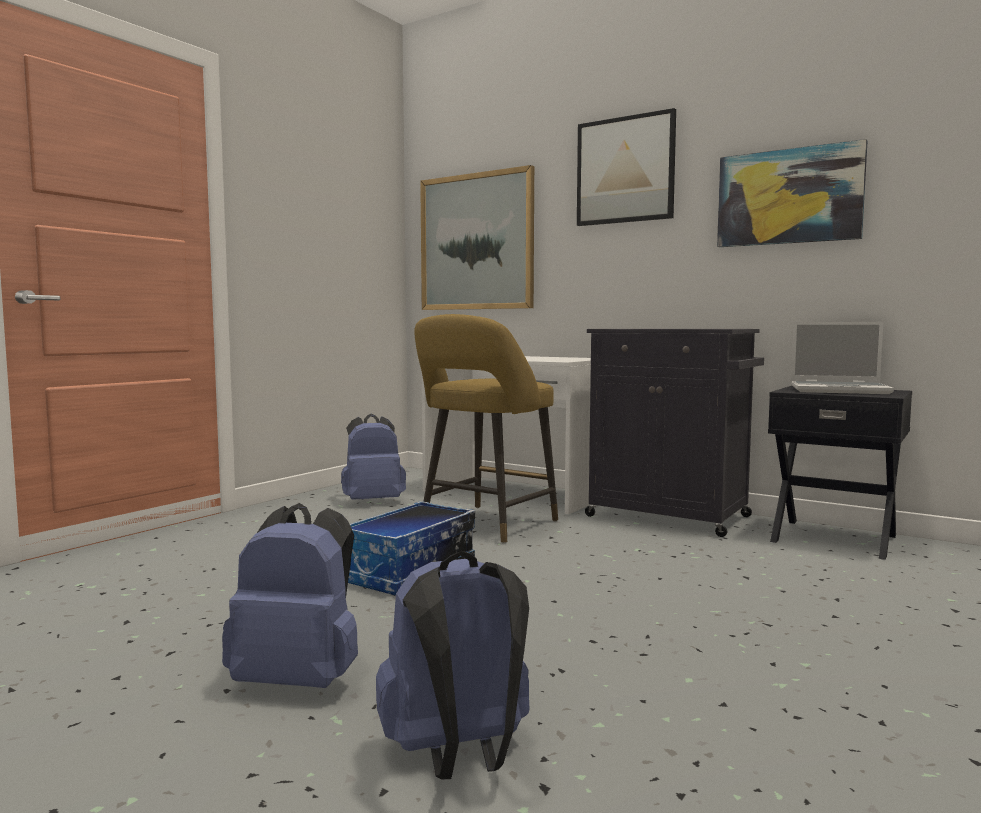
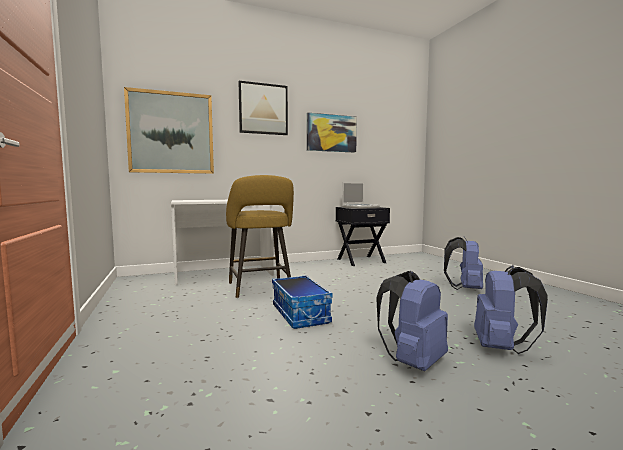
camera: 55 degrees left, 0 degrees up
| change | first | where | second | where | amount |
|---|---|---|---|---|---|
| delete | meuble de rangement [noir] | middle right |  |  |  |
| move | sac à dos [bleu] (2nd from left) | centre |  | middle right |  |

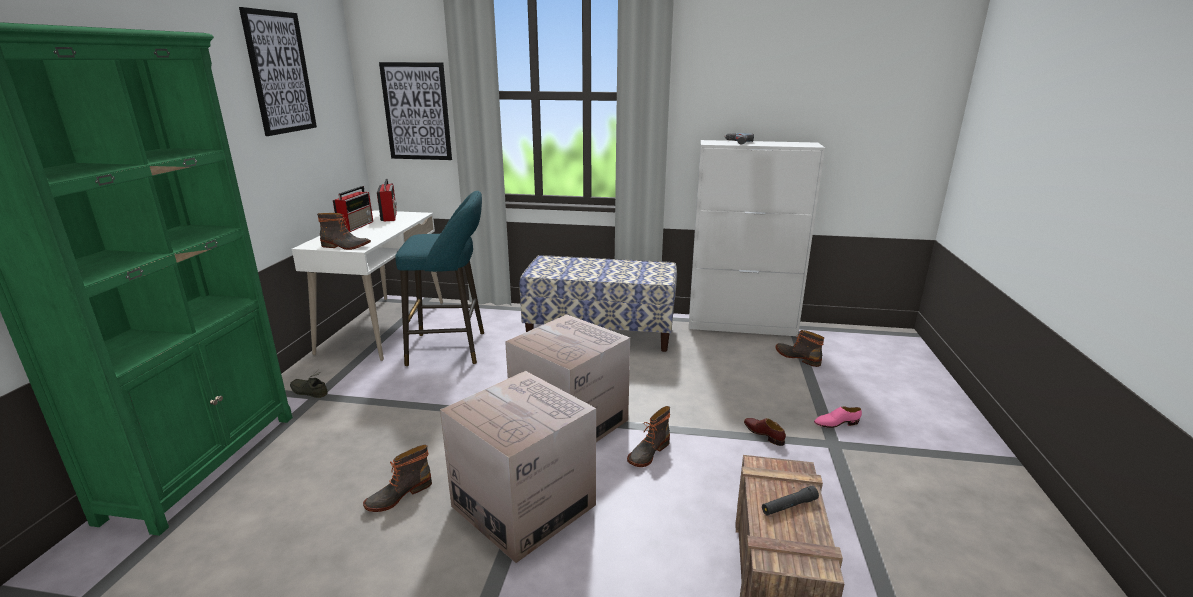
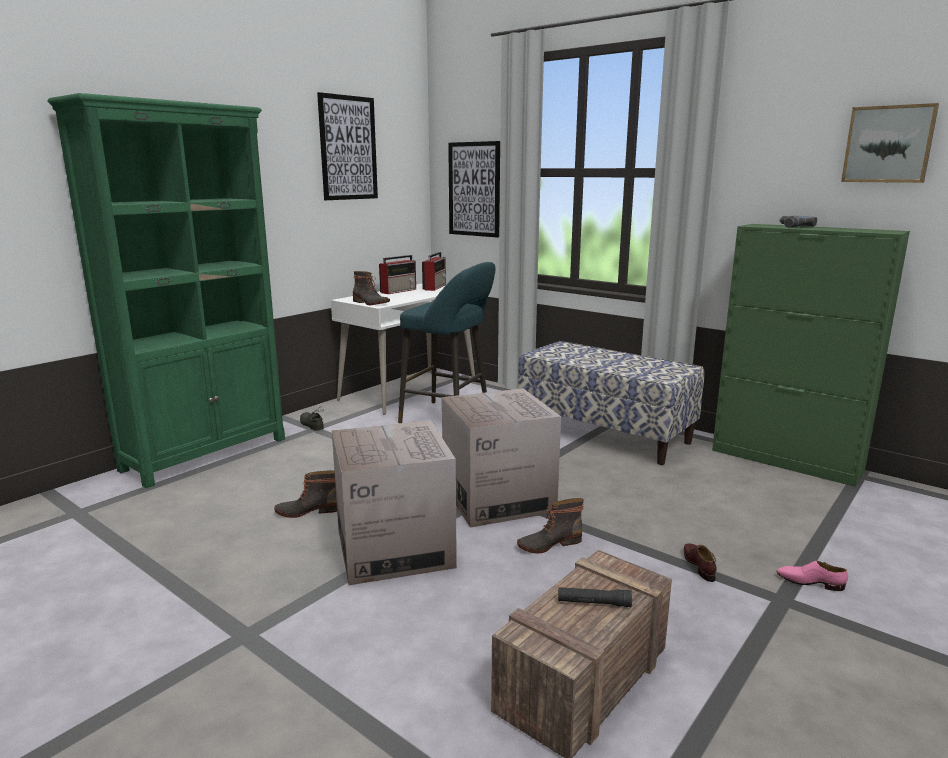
camera: 30 degrees right, 5 degrees down
| change | first | where | second | where | amount |
|---|---|---|---|---|---|
| delete | botte (4th from left) | middle right |  |  |  |
| insert |  |  | tableau (3rd from left) | top right |  |
| recolor | meuble de rangement [blanc] | centre | meuble de rangement [vert] | middle right |  |

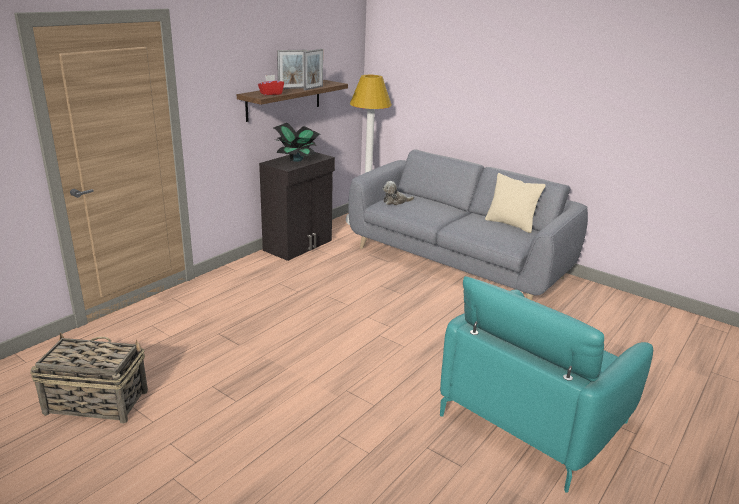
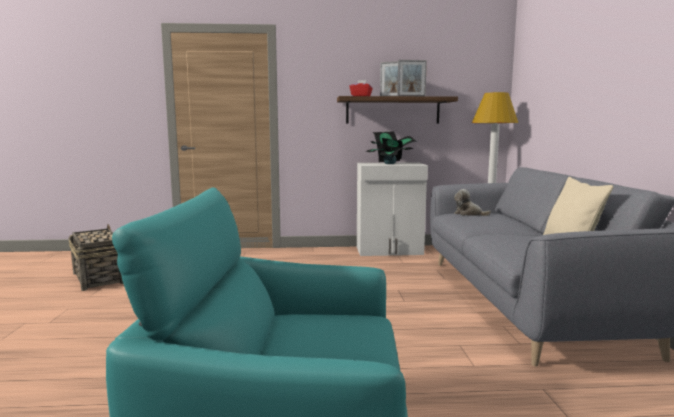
camera: 50 degrees right, 15 degrees down
| change | first | where | second | where | amount |
|---|---|---|---|---|---|
| recolor | meuble de rangement [noir] | centre | meuble de rangement [blanc] | centre |  |

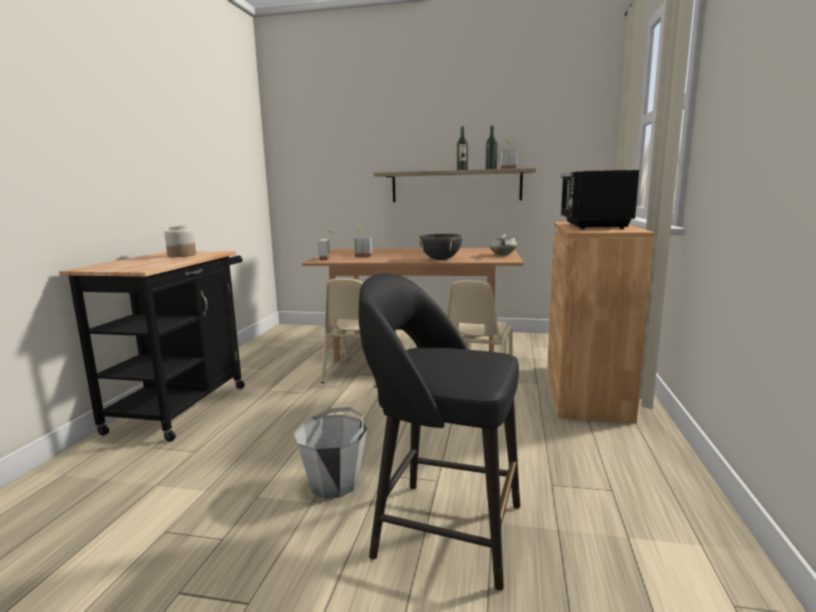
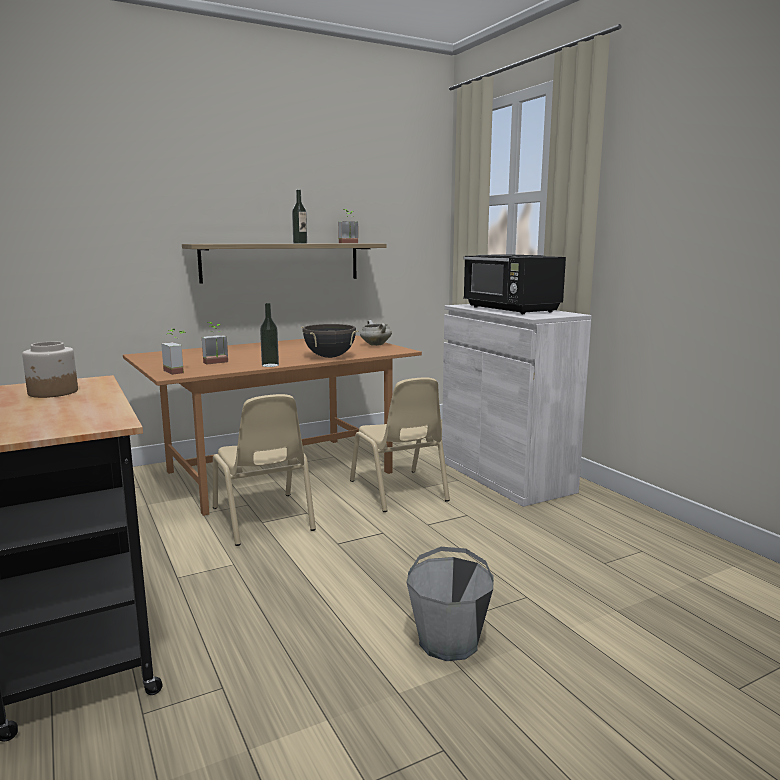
camera: 40 degrees left, 0 degrees up
| change | first | where | second | where | amount |
|---|---|---|---|---|---|
| delete | tabouret [noir] | bottom centre |  |  |  |
| move | bouteille (2nd from left in the first image) | top centre | bouteille (1st from left) | centre |  |
| recolor | meuble de rangement [marron] | middle right | meuble de rangement [blanc] | centre |  |

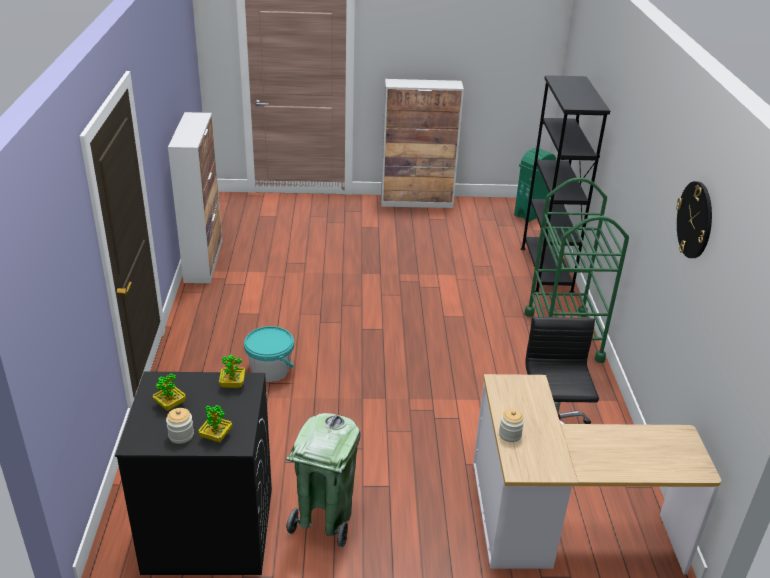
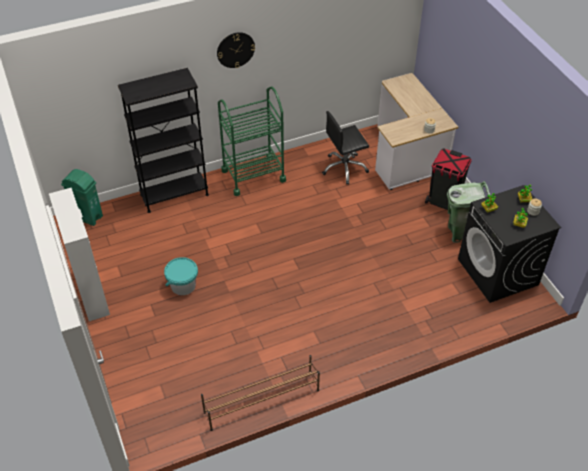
camera: 110 degrees left, 15 degrees up
| change | first | where | second | where | amount |
|---|---|---|---|---|---|
| insert |  |  | poubelle [noir] | middle right |  |
| move | seau [turquoise] | centre |  | middle left |  |
| move | horloge murale | middle right |  | top centre |  |
| replace | meuble de rangement (1st from left) | middle left | étagère à chaussures [marron] | bottom centre |  |

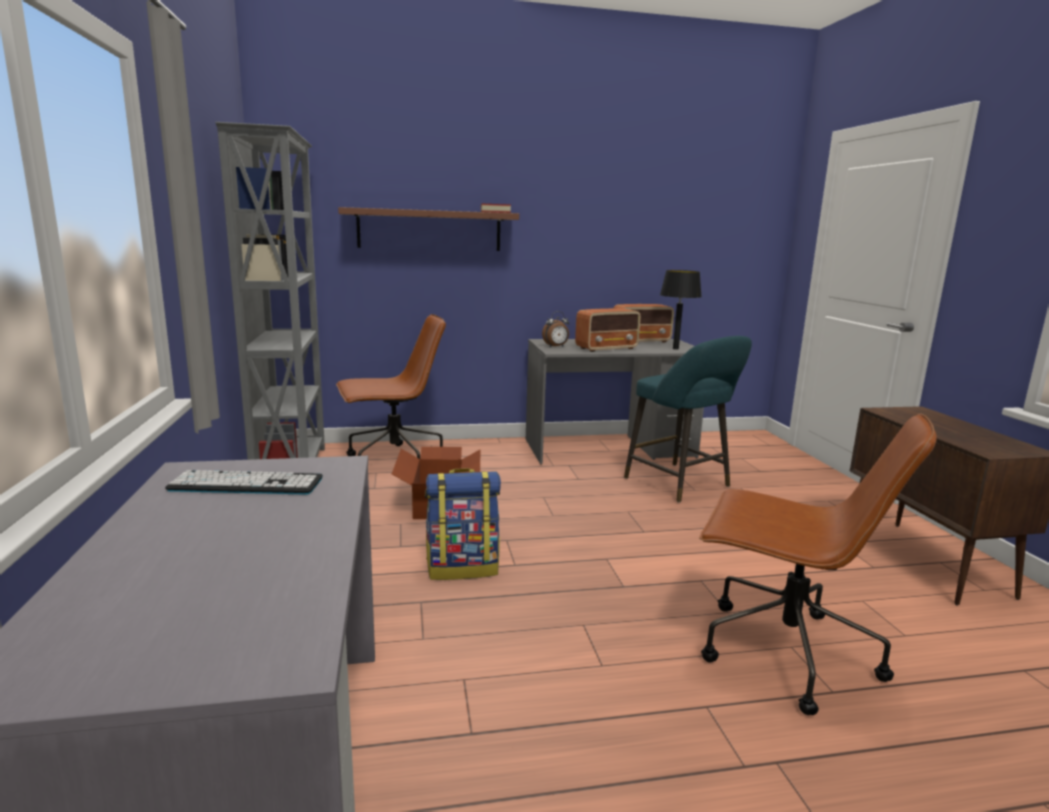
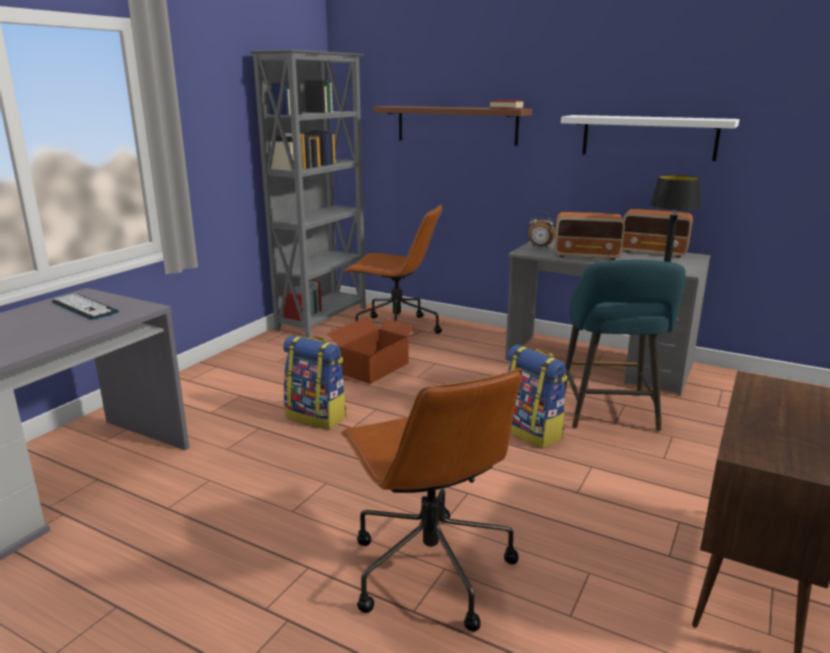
camera: 40 degrees right, 5 degrees up
| change | first | where | second | where | amount |
|---|---|---|---|---|---|
| insert |  |  | sac à dos (2nd from left) | centre |  |
| insert |  |  | étagère [blanc] | top right |  |

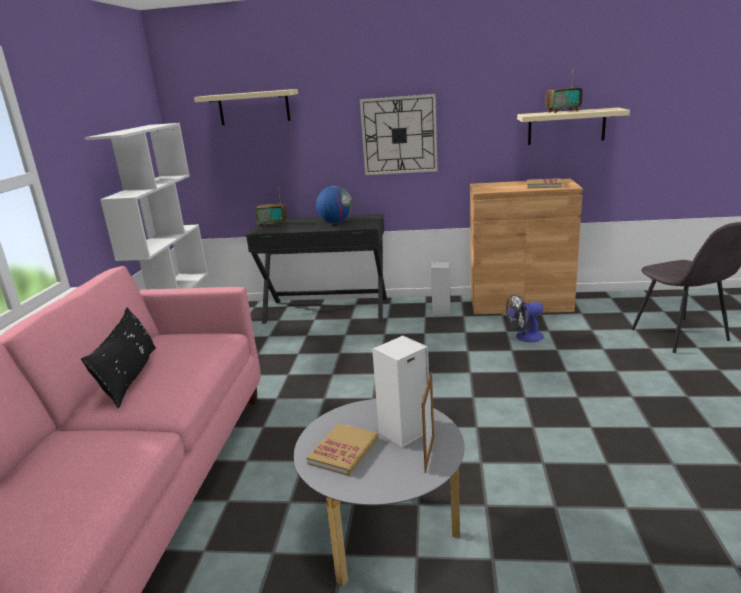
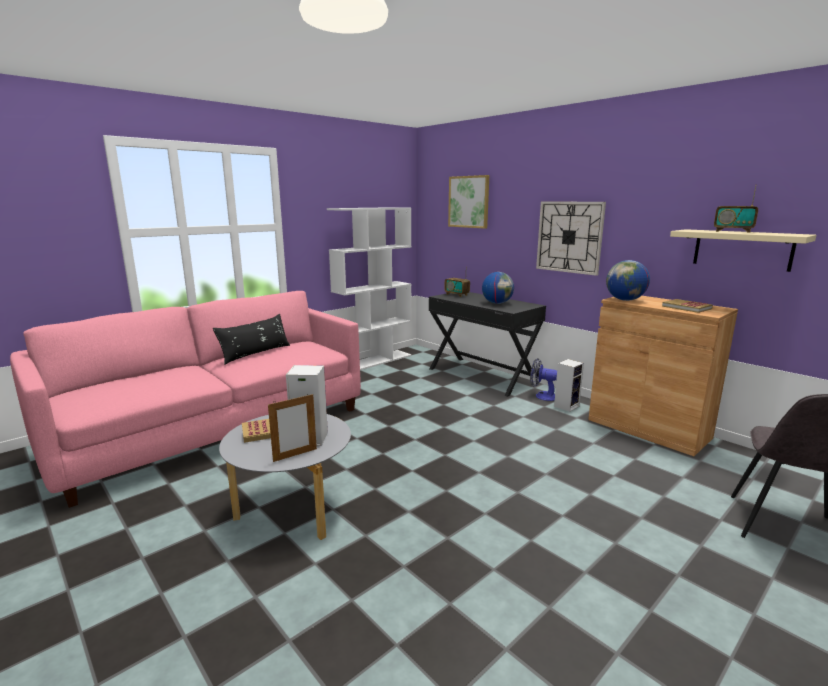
camera: 40 degrees right, 5 degrees down
| change | first | where | second | where | amount |
|---|---|---|---|---|---|
| insert |  |  | globe (2nd from left) | middle right |  |
| move | ventilateur | middle right |  | centre |  |
| replace | étagère [beige] (1st from left) | top left | tableau | top centre |  |

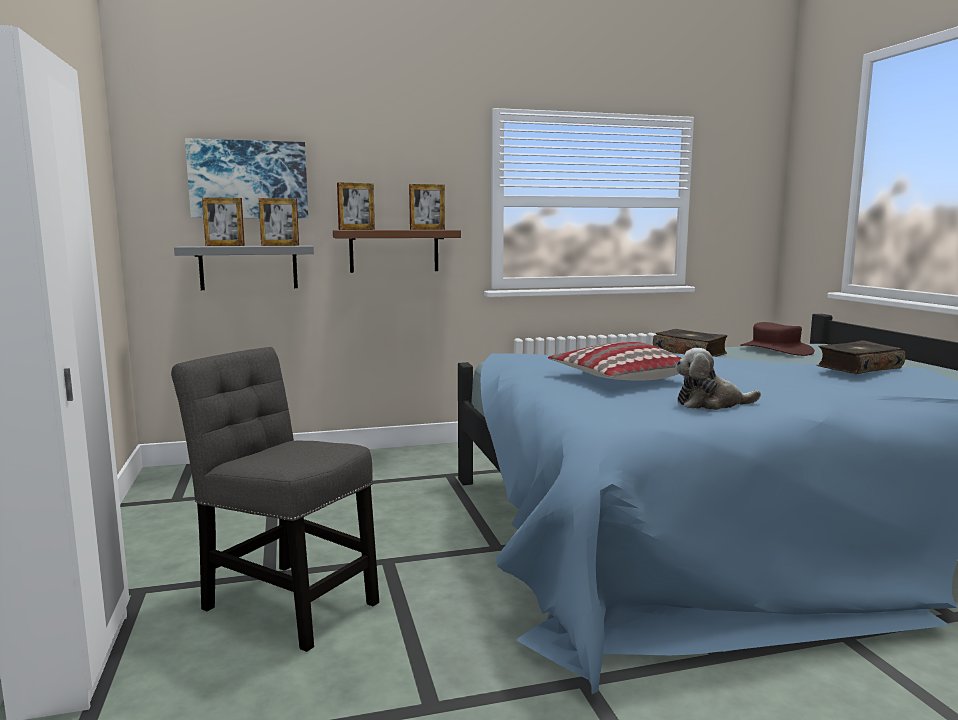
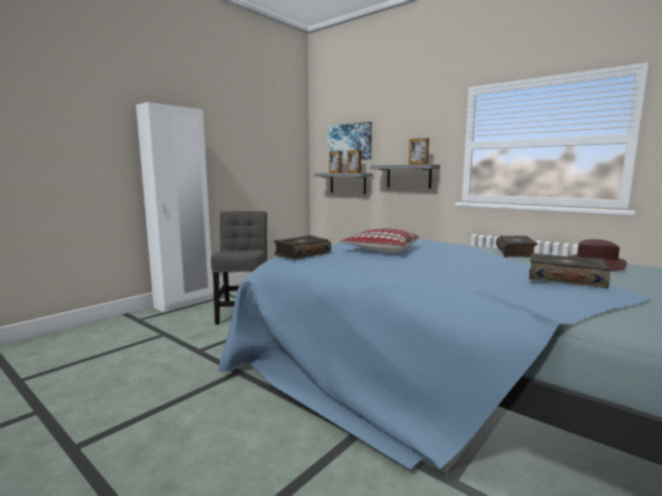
camera: 55 degrees right, 0 degrees up
| change | first | where | second | where | amount |
|---|---|---|---|---|---|
| delete | cadre photo (3rd from left) | top centre |  |  |  |
| delete | peluche | middle right |  |  |  |
| insert |  |  | livre (1st from left) | centre |  |
| recolor | étagère [marron] | centre | étagère [gris] (2nd from left) | centre |  |

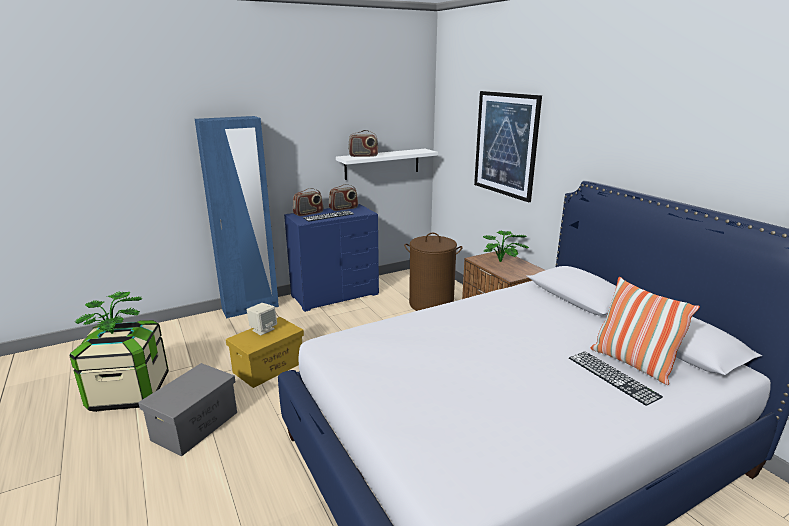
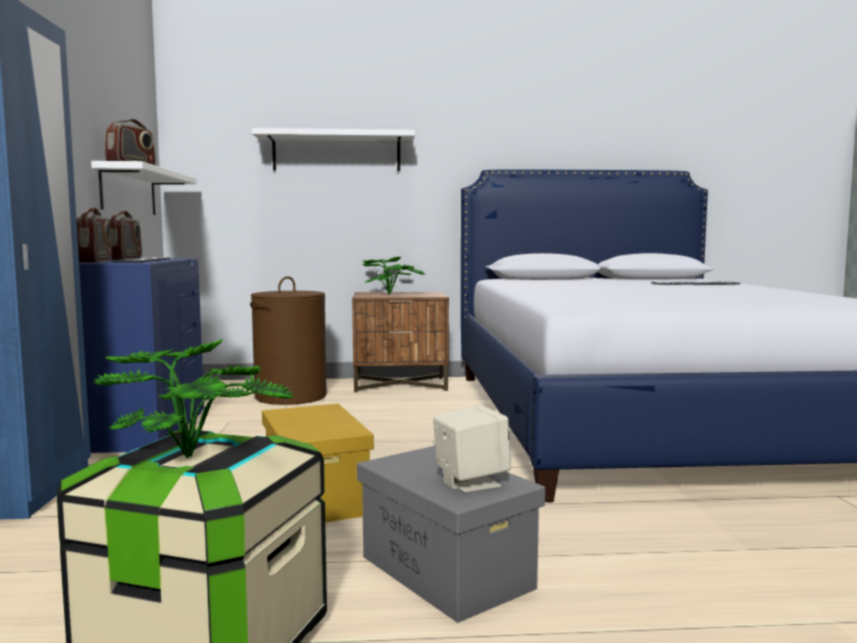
camera: 65 degrees left, 15 degrees down
| change | first | where | second | where | amount |
|---|---|---|---|---|---|
| delete | coussin | middle right |  |  |  |
| move | enceinte [beige] | middle left |  | bottom centre |  |
| replace | tableau | top centre | étagère [blanc] (2nd from left) | top centre |  |

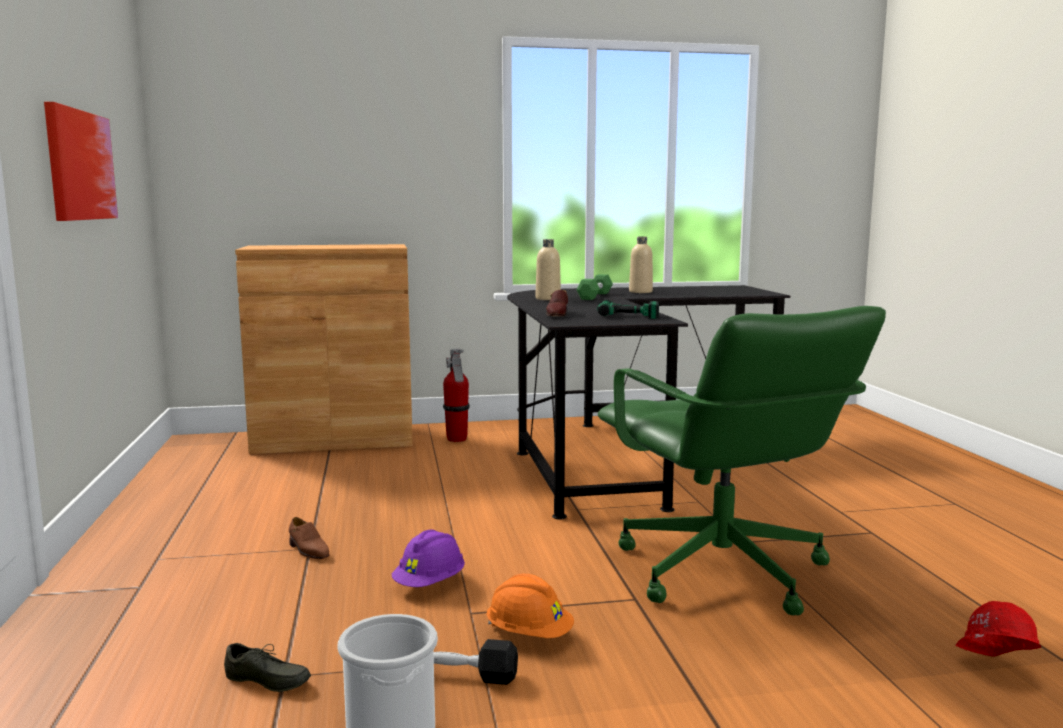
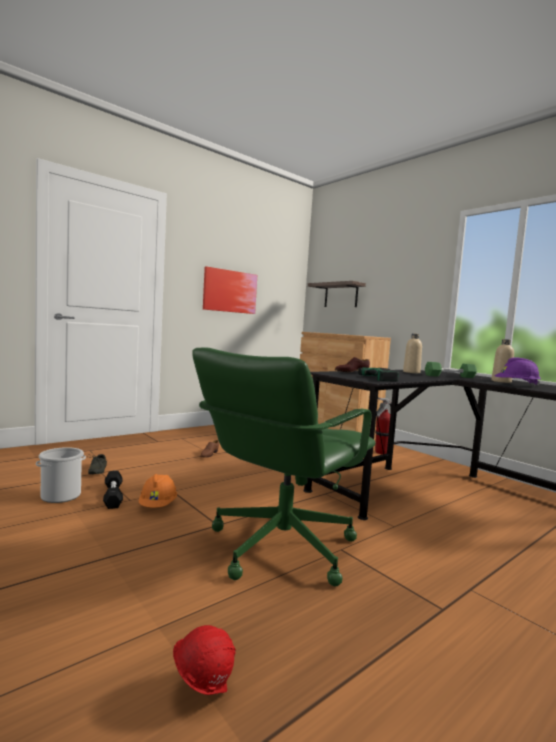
camera: 60 degrees right, 5 degrees down
| change | first | where | second | where | amount |
|---|---|---|---|---|---|
| insert |  |  | étagère | centre |  |
| move | casque de chantier [violet] | bottom centre |  | middle right |  |

